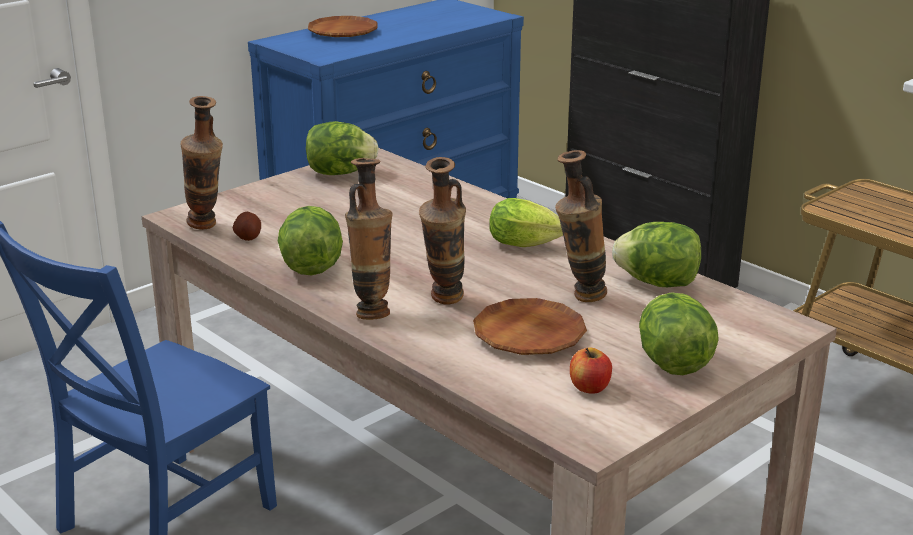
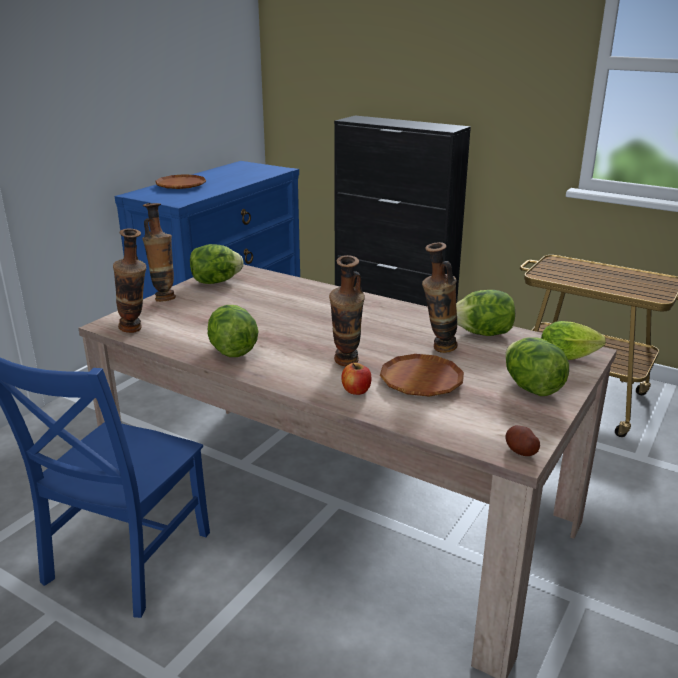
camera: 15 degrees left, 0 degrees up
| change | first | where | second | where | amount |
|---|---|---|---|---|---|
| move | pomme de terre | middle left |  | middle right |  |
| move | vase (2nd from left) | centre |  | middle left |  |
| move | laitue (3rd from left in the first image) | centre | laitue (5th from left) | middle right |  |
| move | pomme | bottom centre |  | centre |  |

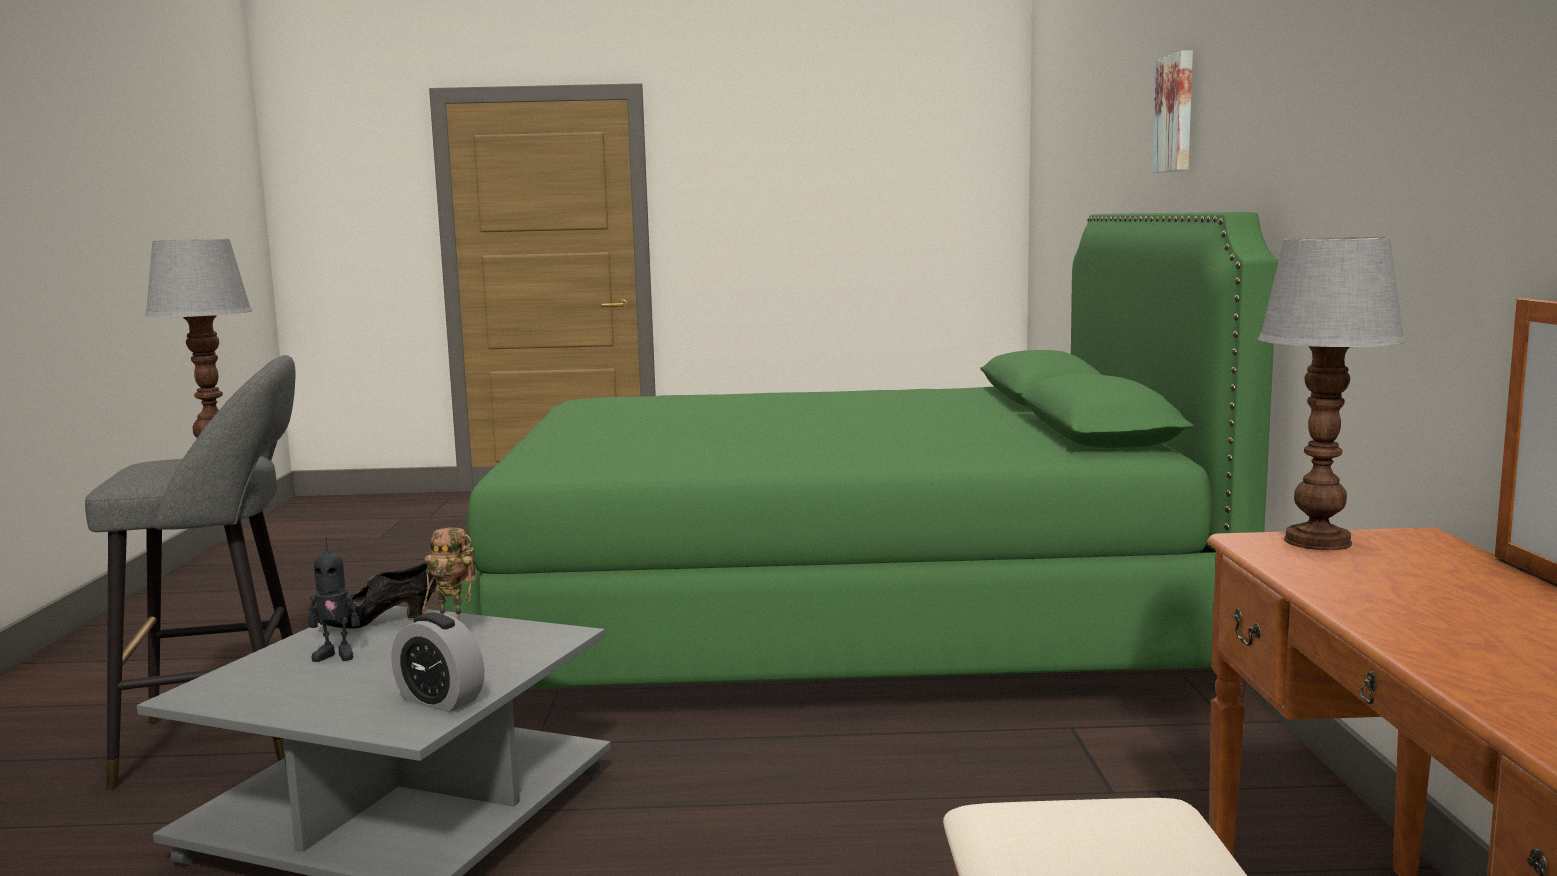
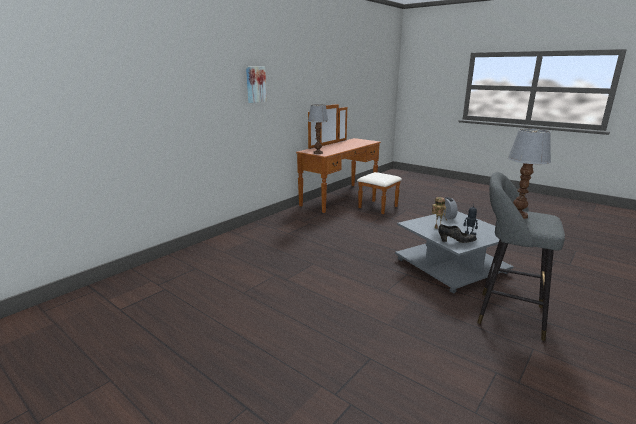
camera: 140 degrees left, 10 degrees up
| change | first | where | second | where | amount |
|---|---|---|---|---|---|
| delete | lit [vert] | centre |  |  |  |
| move | tableau | top right |  | top centre |  |

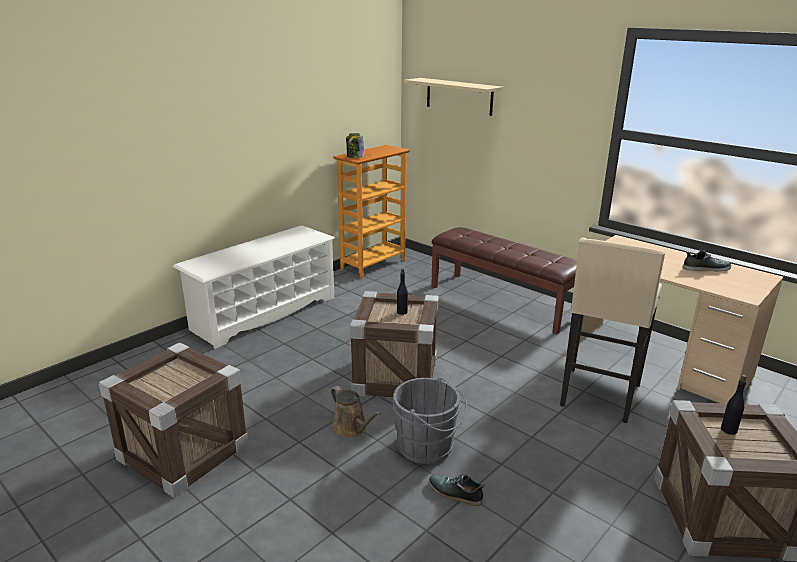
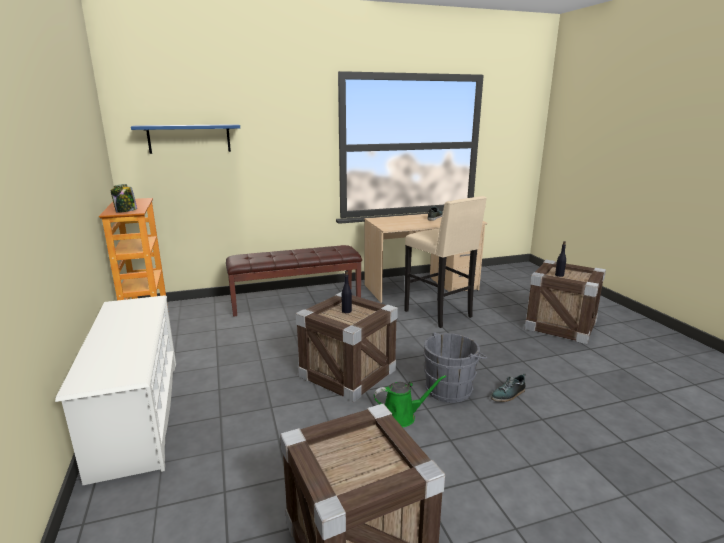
camera: 60 degrees left, 5 degrees down
| change | first | where | second | where | amount |
|---|---|---|---|---|---|
| recolor | arrosoir [marron] | bottom centre | arrosoir [vert] | bottom centre |  |
| recolor | étagère [beige] | top centre | étagère [bleu] | top left |  |

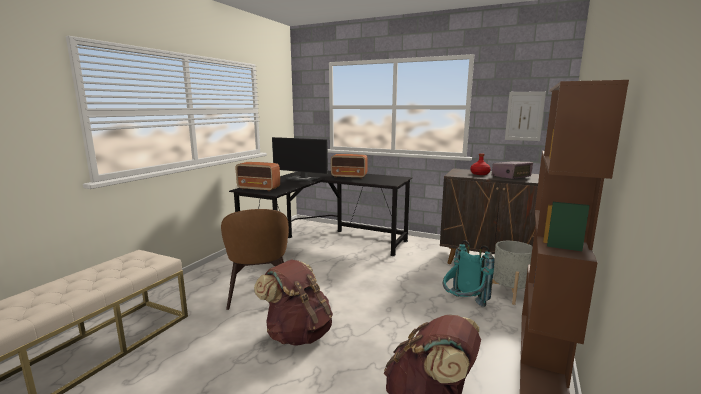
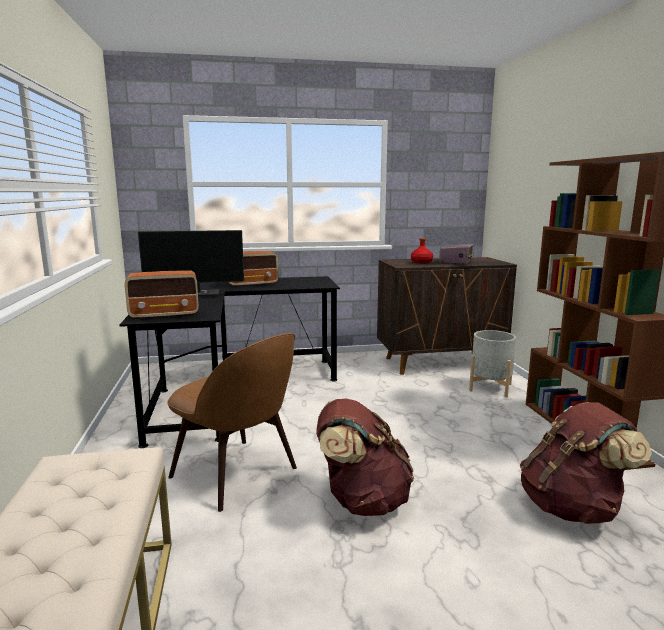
camera: 35 degrees left, 0 degrees up
| change | first | where | second | where | amount |
|---|---|---|---|---|---|
| delete | sac à dos [turquoise] | bottom right |  |  |  |
| delete | tableau | top right |  |  |  |

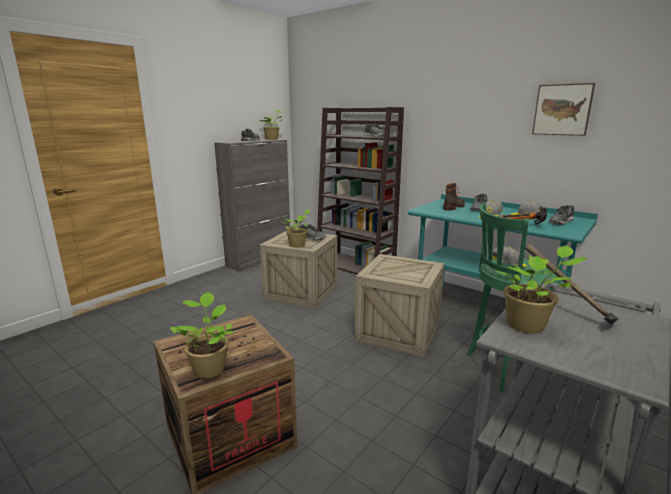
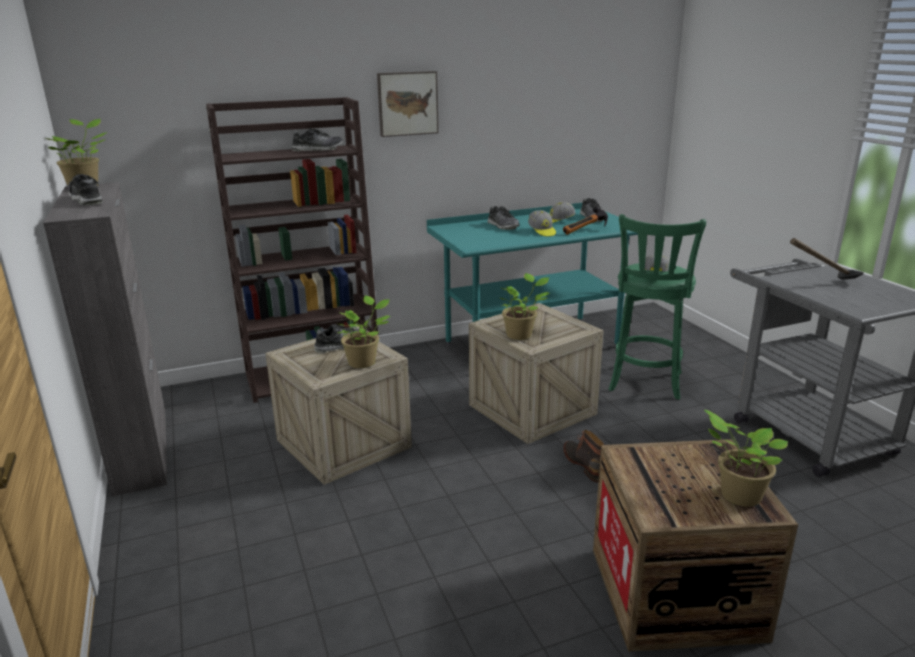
camera: 60 degrees left, 5 degrees up
| change | first | where | second | where | amount |
|---|---|---|---|---|---|
| move | botte | middle right |  | bottom centre |  |
| move | plante en pot (4th from left in the first image) | middle right | plante en pot (3rd from left) | centre |  |
| move | tableau | top right |  | top centre |  |

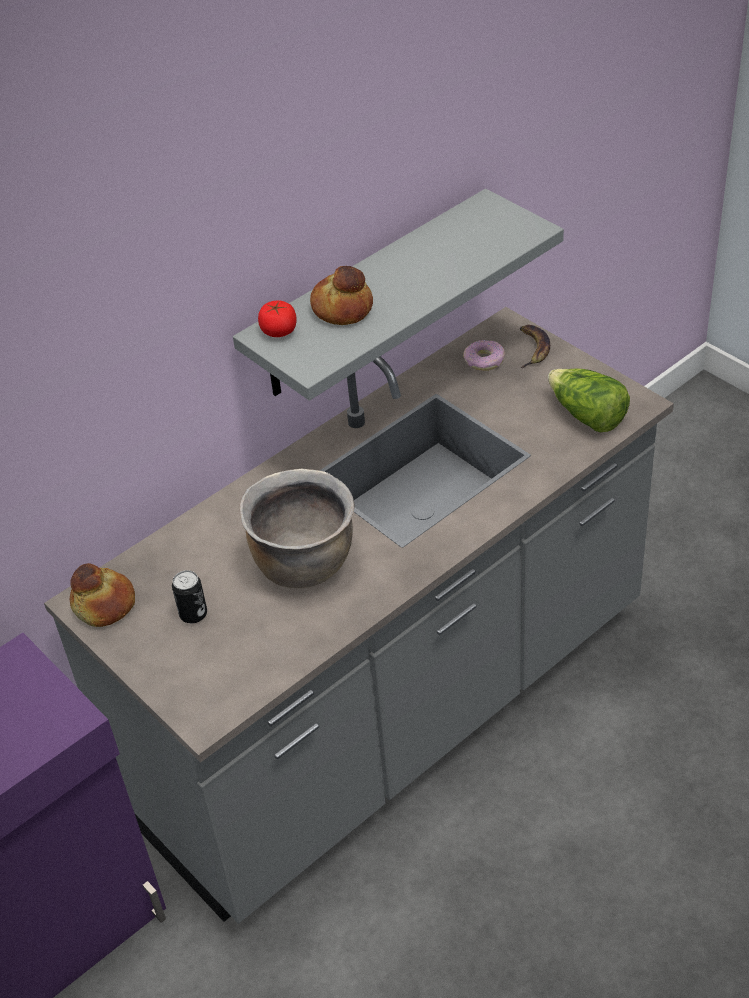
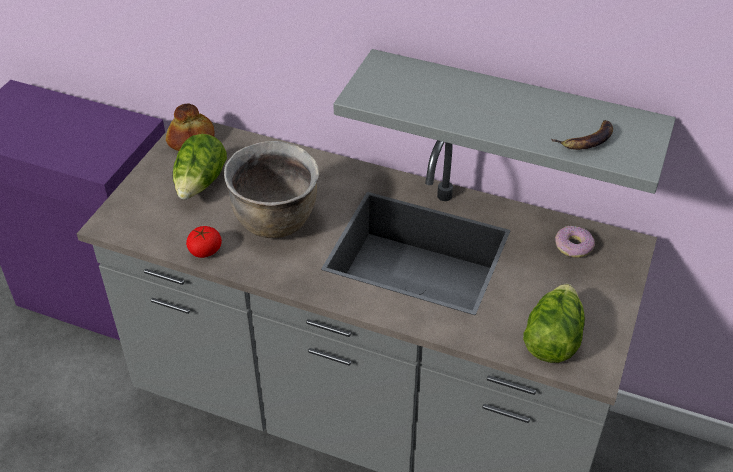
camera: 60 degrees right, 0 degrees up
| change | first | where | second | where | amount |
|---|---|---|---|---|---|
| delete | pain (2nd from left) | top centre |  |  |  |
| move | tomate | top centre |  | middle left |  |
| move | banane | middle right |  | top right |  |
| replace | boîte métallique | middle left | laitue (1st from left) | middle left |  |

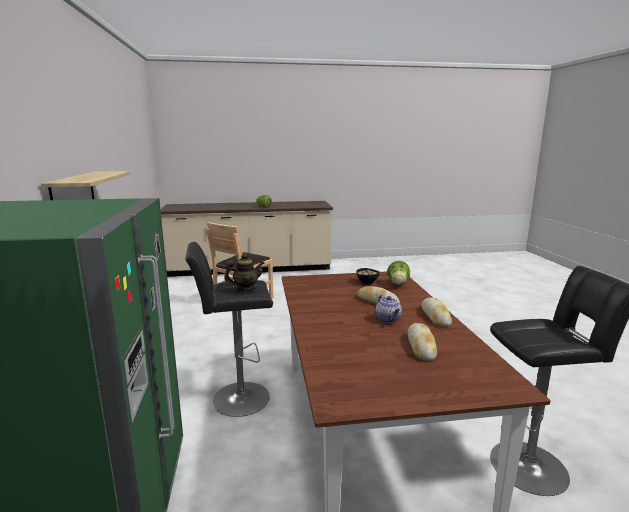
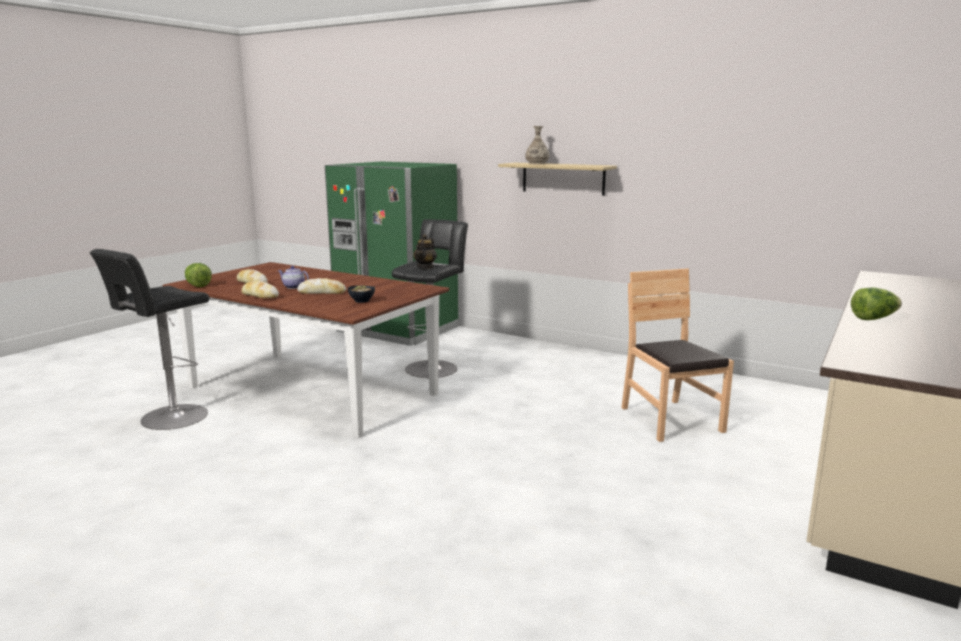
camera: 130 degrees right, 0 degrees up
| change | first | where | second | where | amount |
|---|---|---|---|---|---|
| insert |  |  | vase | top centre |  |
| move | laitue (2nd from left in the first image) | centre | laitue (1st from left) | middle left |  |

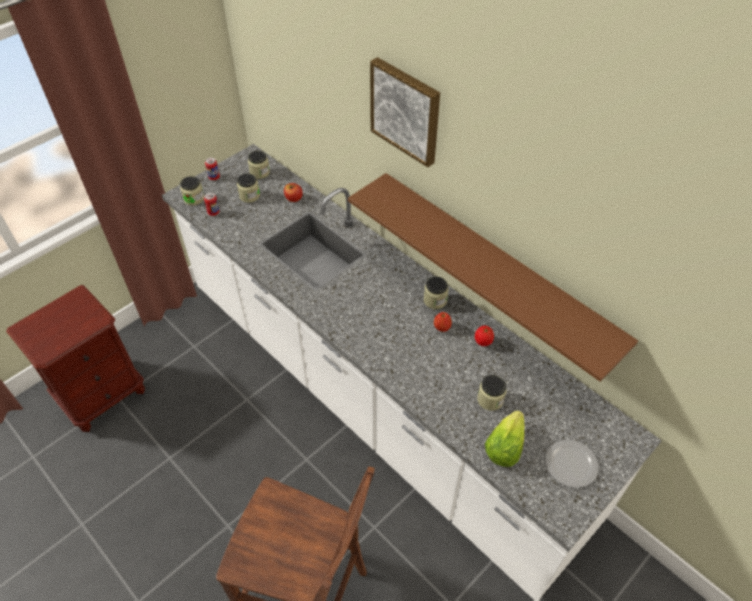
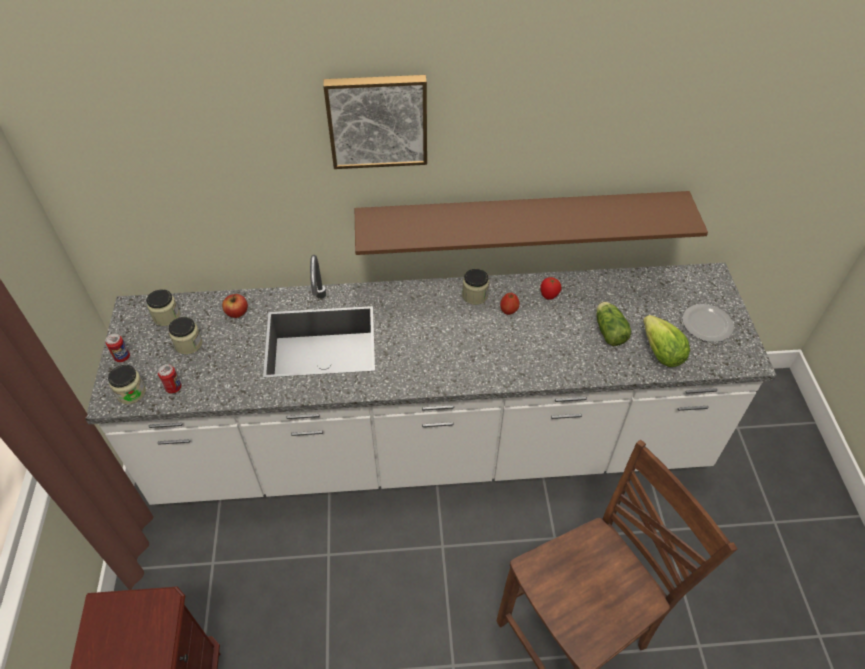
camera: 50 degrees left, 0 degrees up
| change | first | where | second | where | amount |
|---|---|---|---|---|---|
| replace | bocal (5th from left) | centre | laitue (1st from left) | middle right |  |

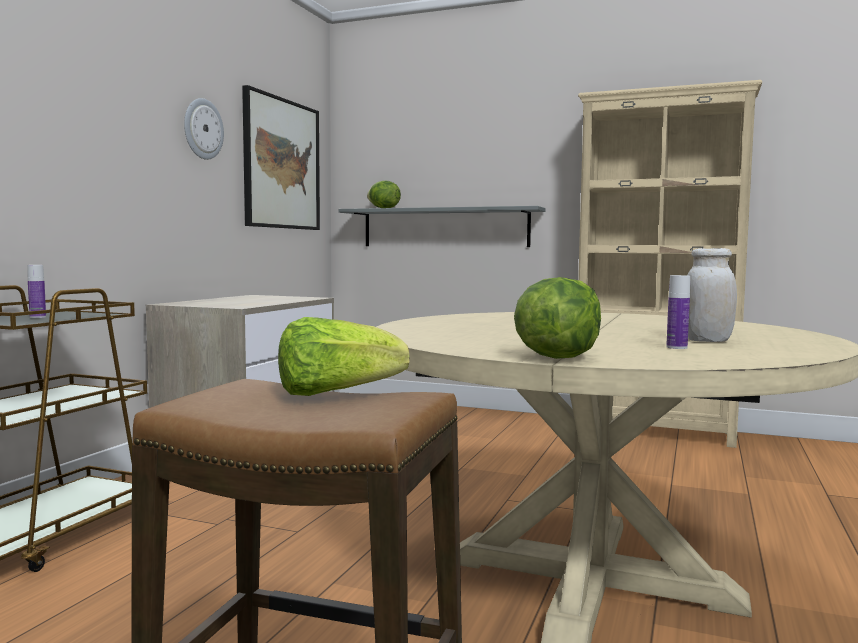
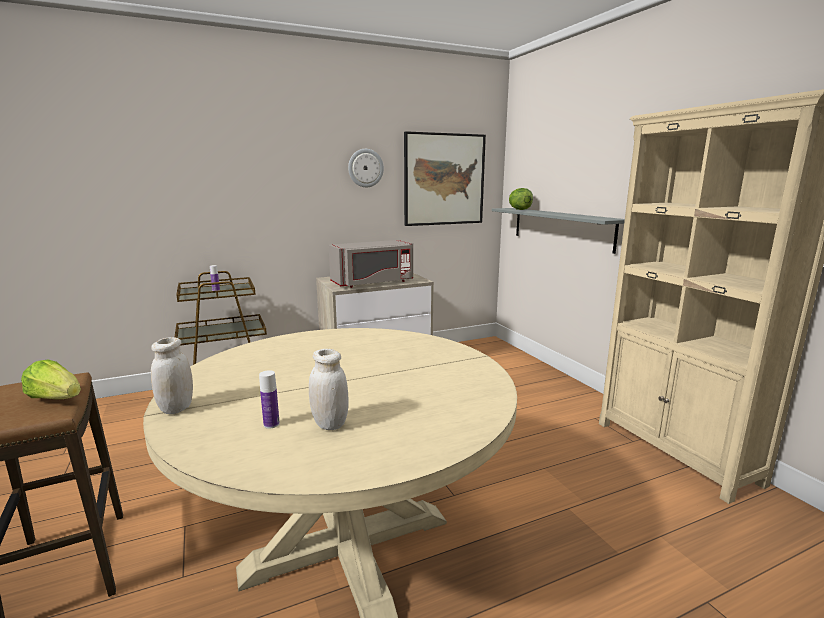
camera: 45 degrees right, 10 degrees up
| change | first | where | second | where | amount |
|---|---|---|---|---|---|
| insert |  |  | micro-ondes [gris] | centre |  |
| replace | laitue (3rd from left) | centre | bocal [blanc] (1st from left) | middle left |  |

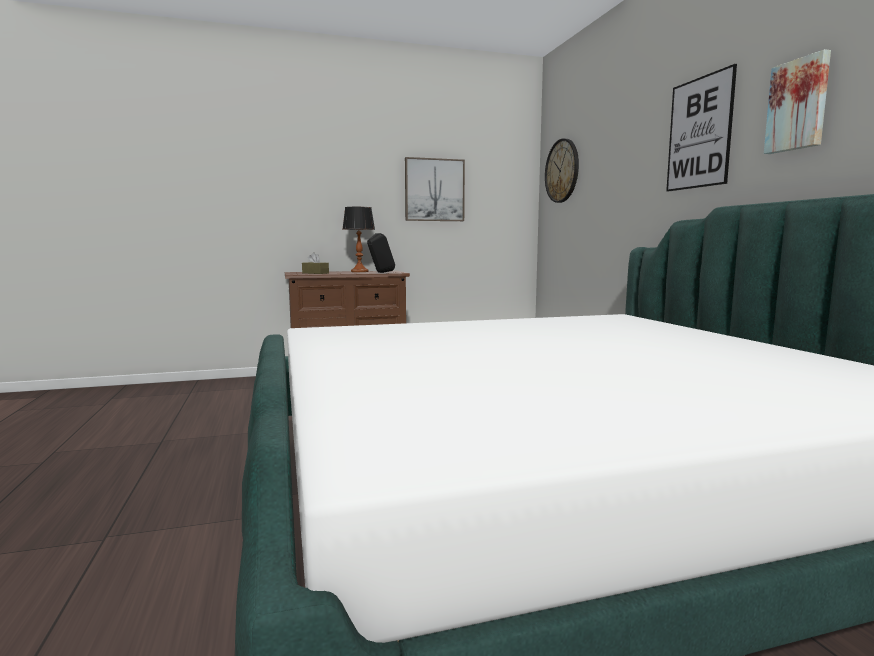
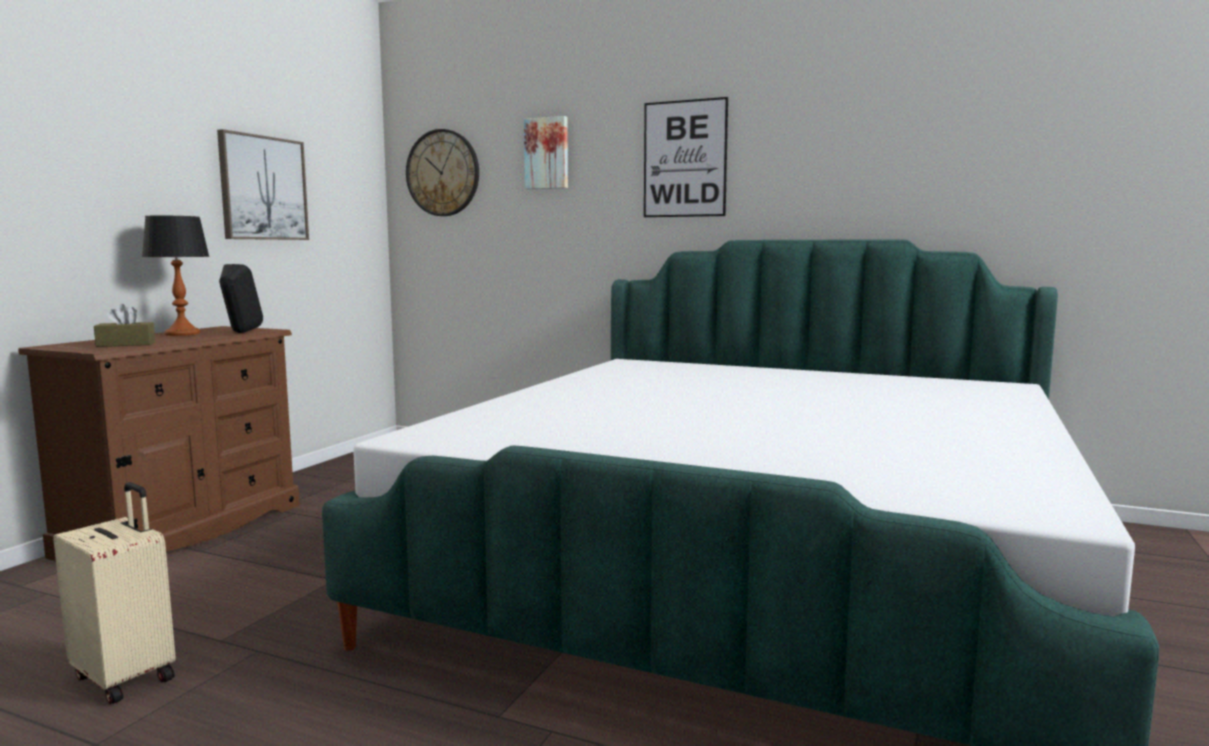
camera: 50 degrees left, 0 degrees up
| change | first | where | second | where | amount |
|---|---|---|---|---|---|
| insert |  |  | valise [beige] | bottom left |  |
| move | tableau (3rd from left in the first image) | top right | tableau (2nd from left) | top centre |  |

